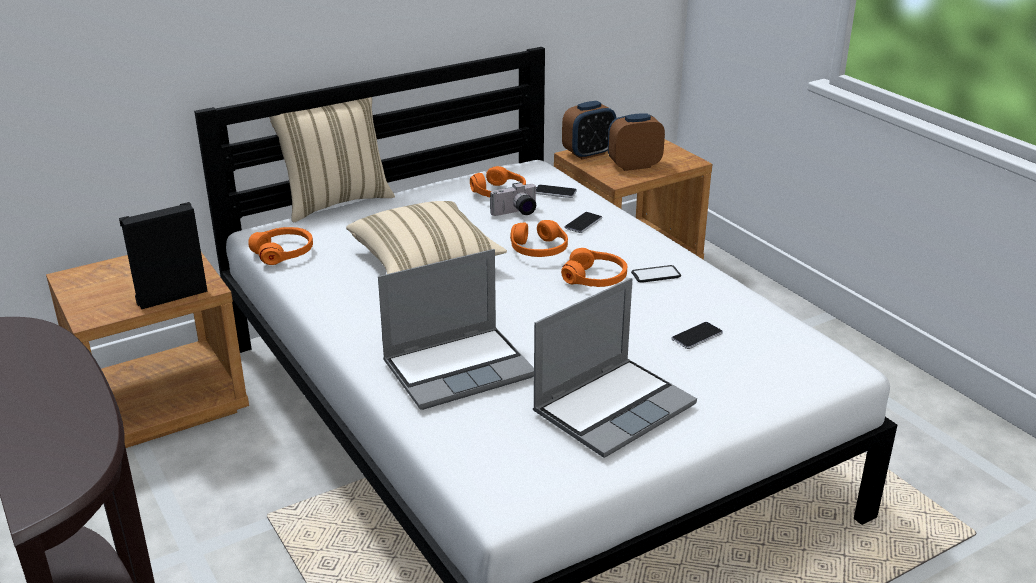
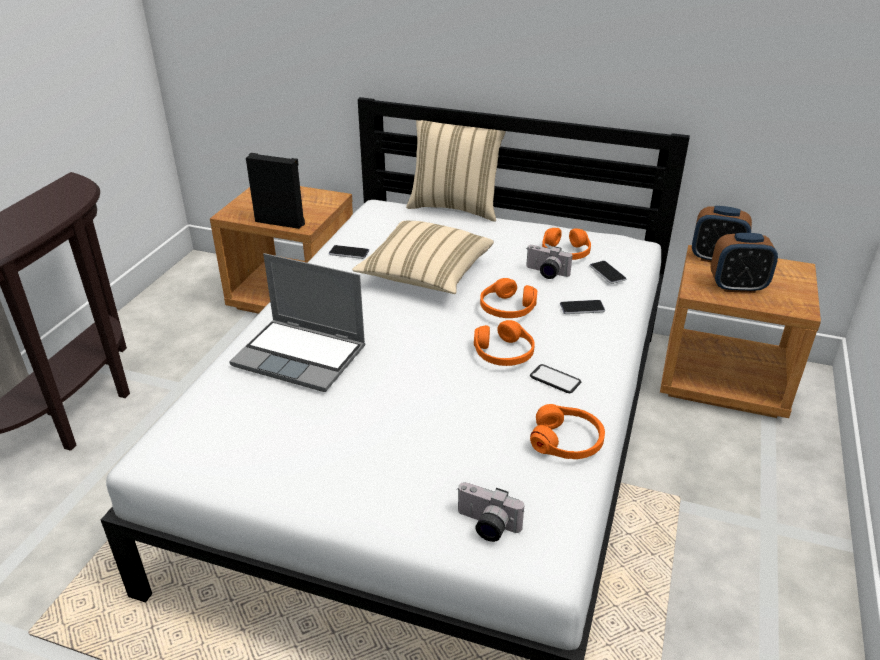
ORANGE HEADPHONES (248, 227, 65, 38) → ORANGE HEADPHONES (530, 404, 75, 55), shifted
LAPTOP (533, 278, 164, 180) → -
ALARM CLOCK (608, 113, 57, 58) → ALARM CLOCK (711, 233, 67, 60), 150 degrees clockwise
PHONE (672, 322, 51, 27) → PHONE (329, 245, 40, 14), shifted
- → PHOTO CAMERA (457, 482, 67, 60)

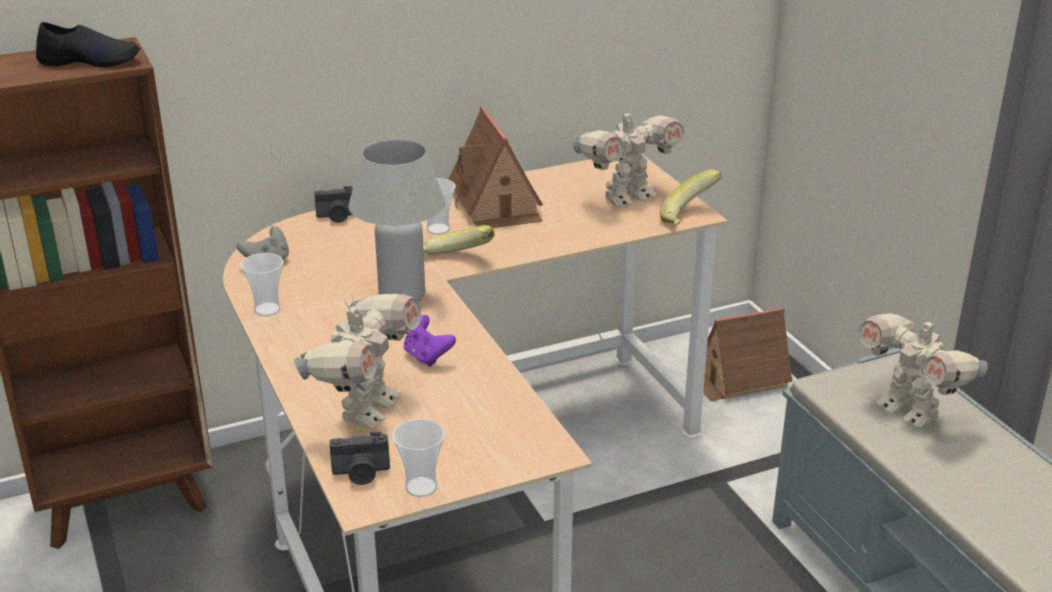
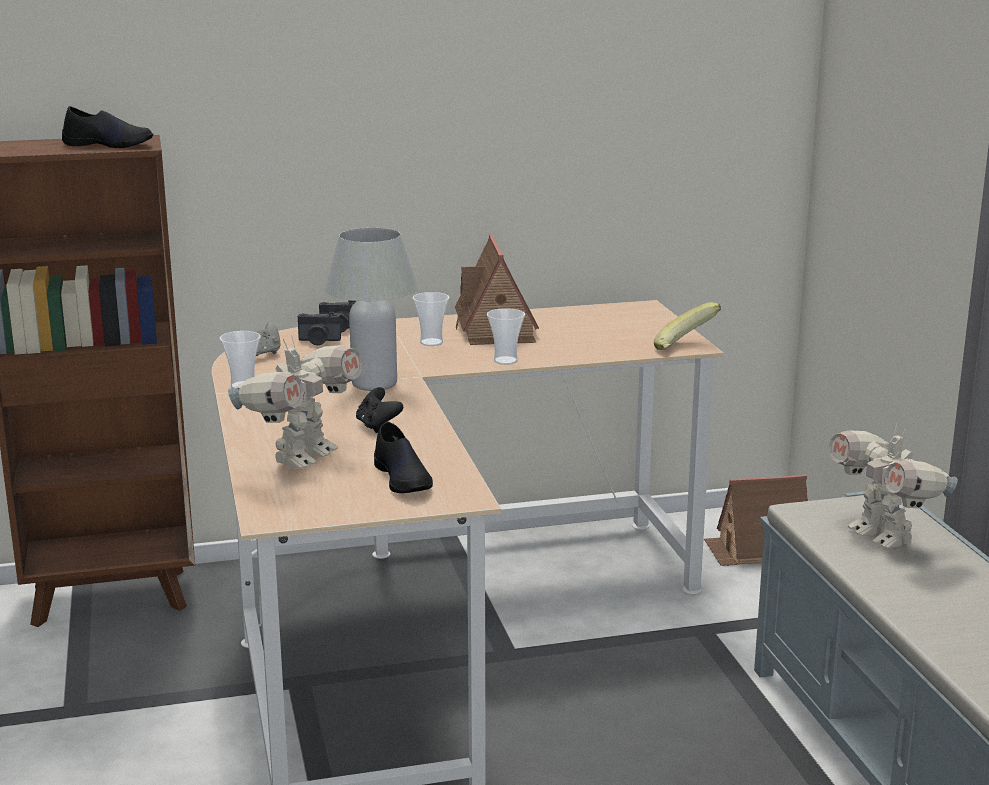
PHOTO CAMERA (329, 432, 61, 53) → PHOTO CAMERA (298, 312, 43, 33), shifted
CUP (392, 419, 53, 78) → CUP (487, 308, 38, 57), shifted
PURPLE GAME CONTROLLER (404, 315, 52, 52) → BLACK GAME CONTROLLER (356, 387, 47, 46)
BANANA (423, 225, 72, 29) → -
TOY ROBOT (573, 105, 112, 102) → -
- → BLACK SHOE (374, 421, 59, 72)

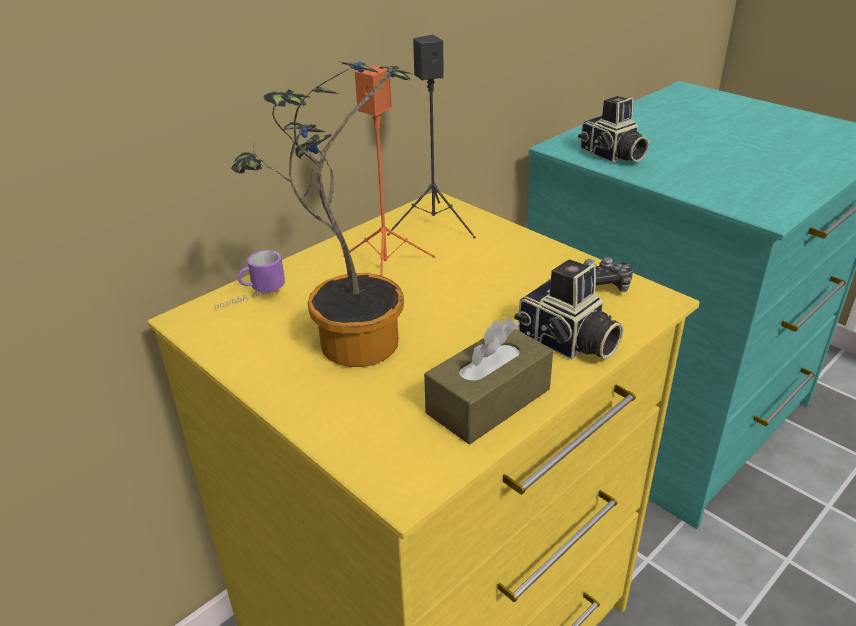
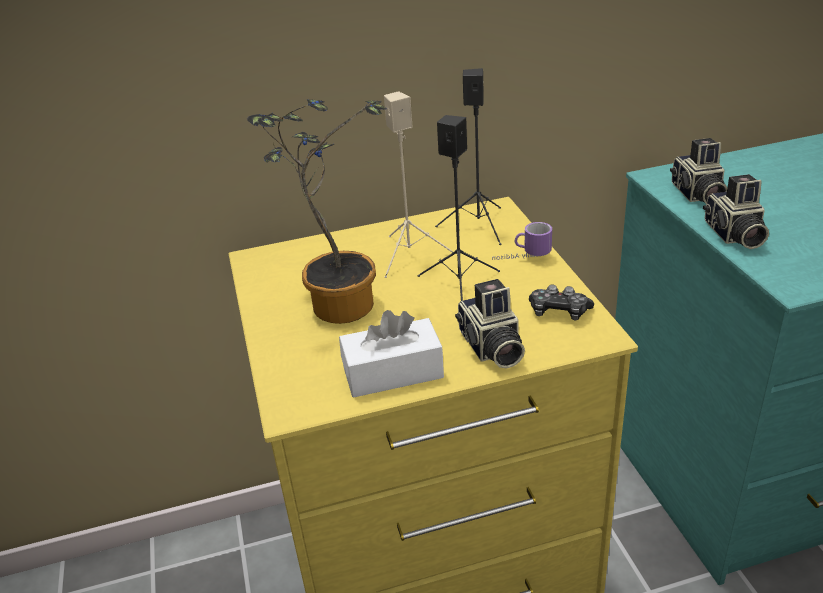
MUG (215, 250, 70, 59) → MUG (492, 222, 60, 38), shifted
ORANGE SPEAKER (343, 65, 92, 211) → BEIGE SPEAKER (384, 91, 69, 187)
BROWN TISSUE BOX (424, 318, 129, 126) → WHITE TISSUE BOX (339, 310, 105, 88)
- → BLACK SPEAKER (418, 115, 82, 186)
- → PHOTO CAMERA (703, 174, 66, 75)

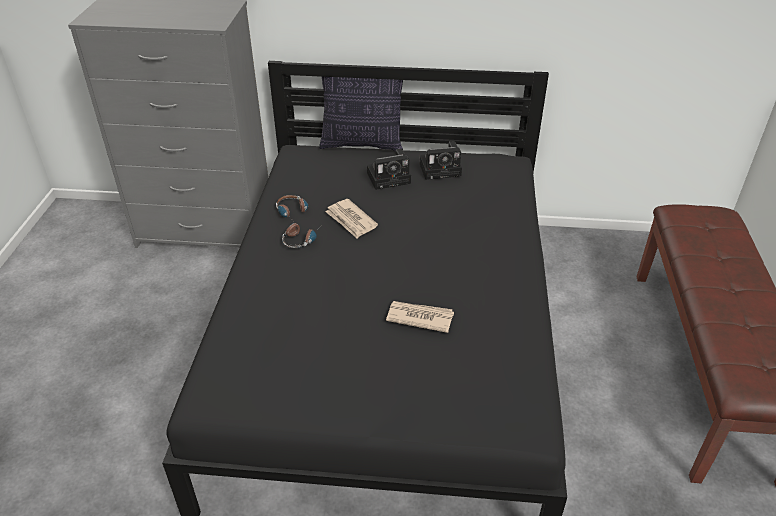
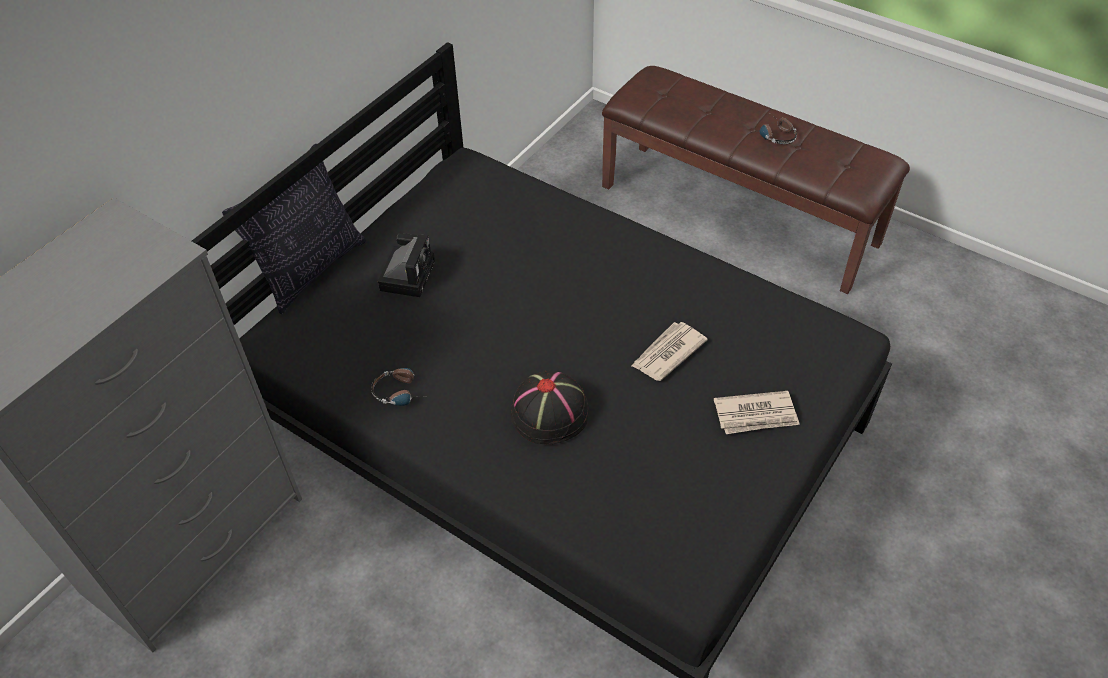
HEADPHONES (282, 223, 35, 25) → HEADPHONES (760, 115, 37, 29), shifted
NEWSPAPER (325, 199, 53, 39) → NEWSPAPER (714, 391, 86, 43), shifted
PHOTO CAMERA (419, 141, 43, 39) → -
- → BLACK HAT (511, 370, 78, 75)

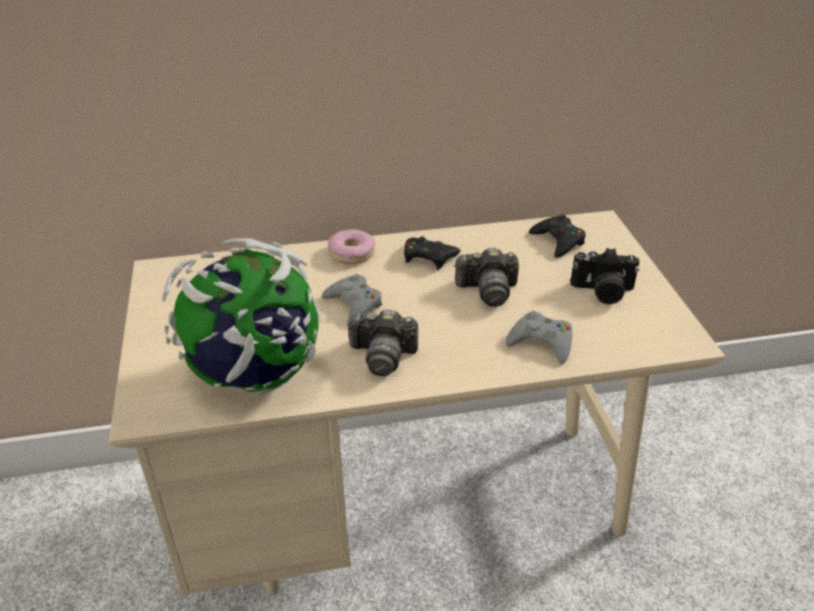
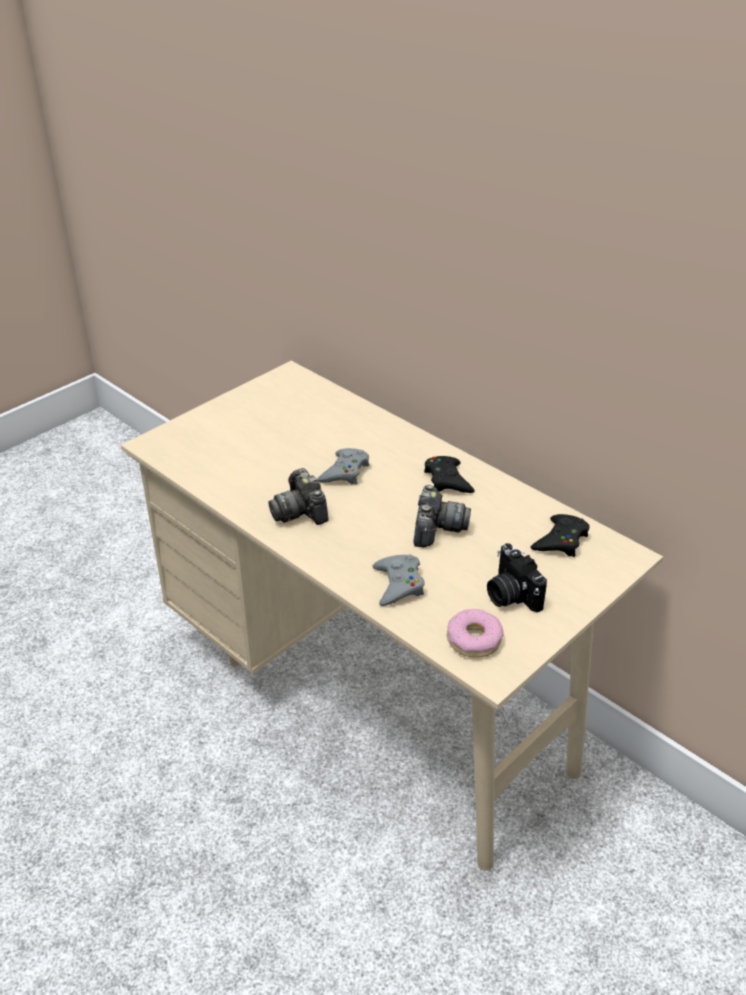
GLOBE (162, 238, 160, 157) → -
DONUT (328, 229, 47, 35) → DONUT (447, 609, 57, 49), shifted
PHOTO CAMERA (454, 247, 65, 60) → PHOTO CAMERA (413, 485, 58, 62), 135 degrees counterclockwise

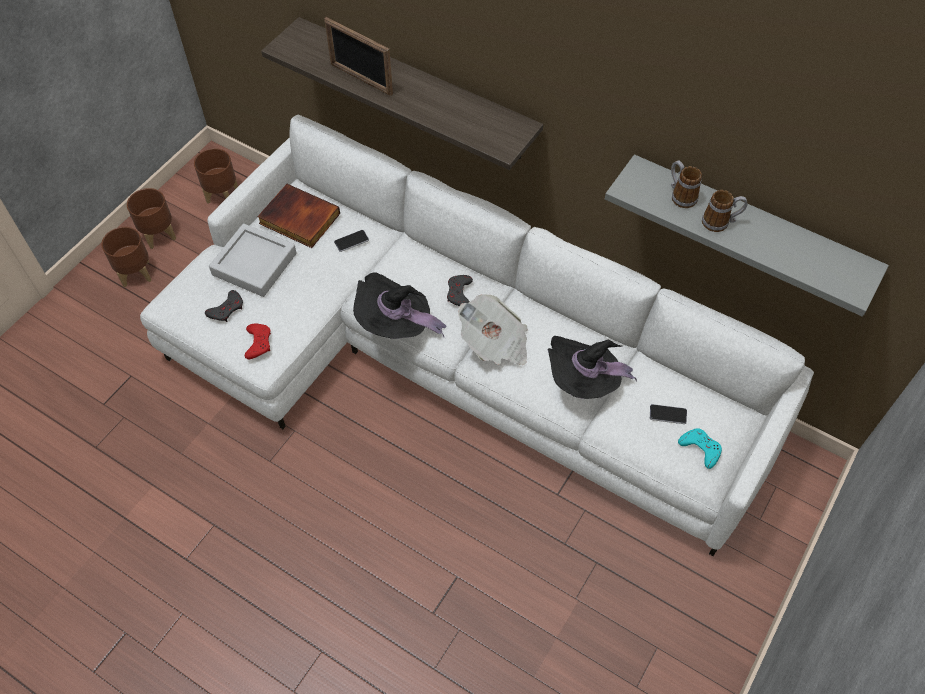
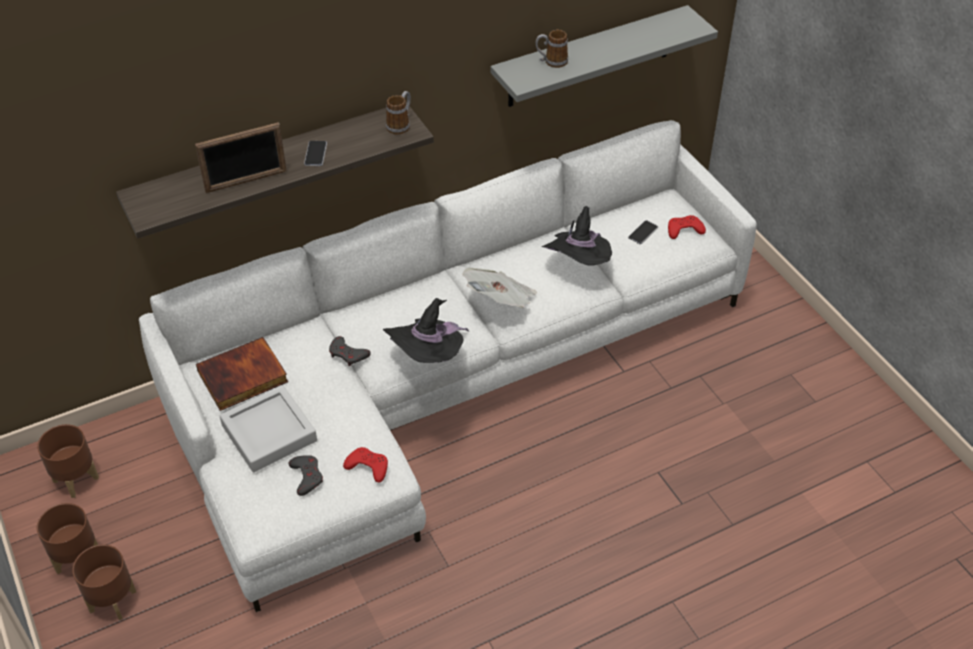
PHONE (334, 230, 35, 22) → PHONE (304, 141, 23, 25), shifted
GREY GAME CONTROLLER (447, 275, 26, 32) → GREY GAME CONTROLLER (329, 336, 42, 30), shifted
TURQUOISE GAME CONTROLLER (678, 428, 44, 41) → RED GAME CONTROLLER (668, 215, 38, 24)
MUG (702, 190, 46, 42) → MUG (386, 91, 25, 44), shifted

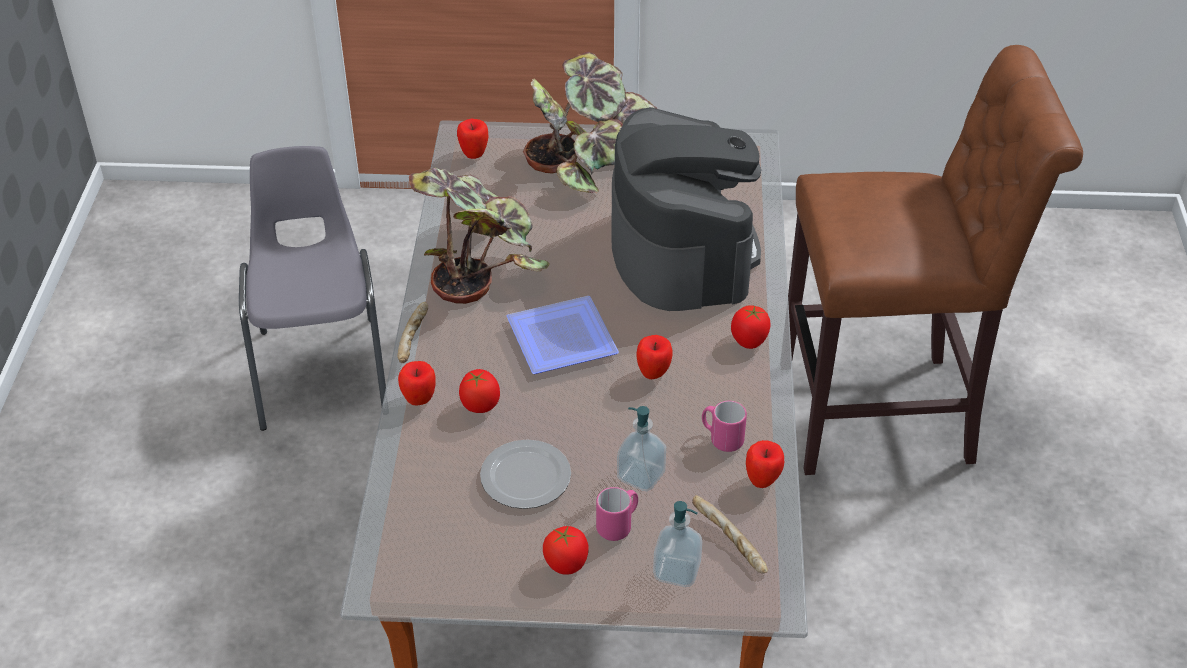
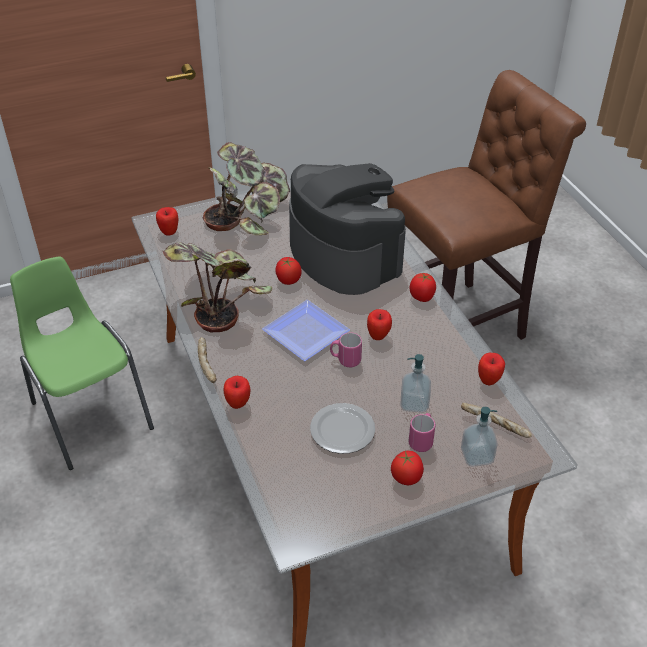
GREY CHAIR (239, 146, 147, 285) → GREEN CHAIR (10, 256, 144, 214)
TOMATO (459, 369, 41, 44) → TOMATO (275, 257, 27, 28), shifted
PINK MUG (702, 401, 45, 51) → PINK MUG (330, 333, 32, 34), shifted

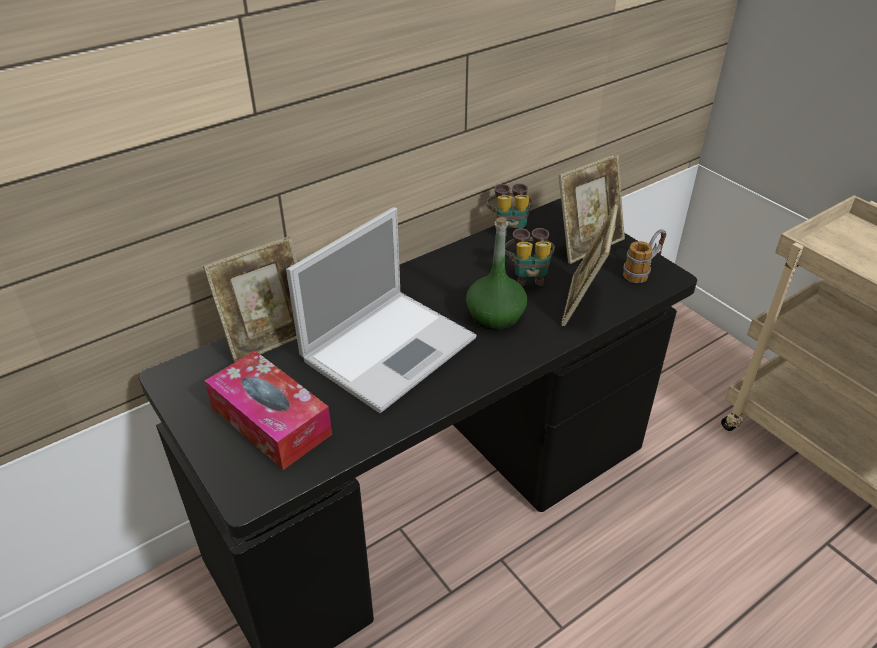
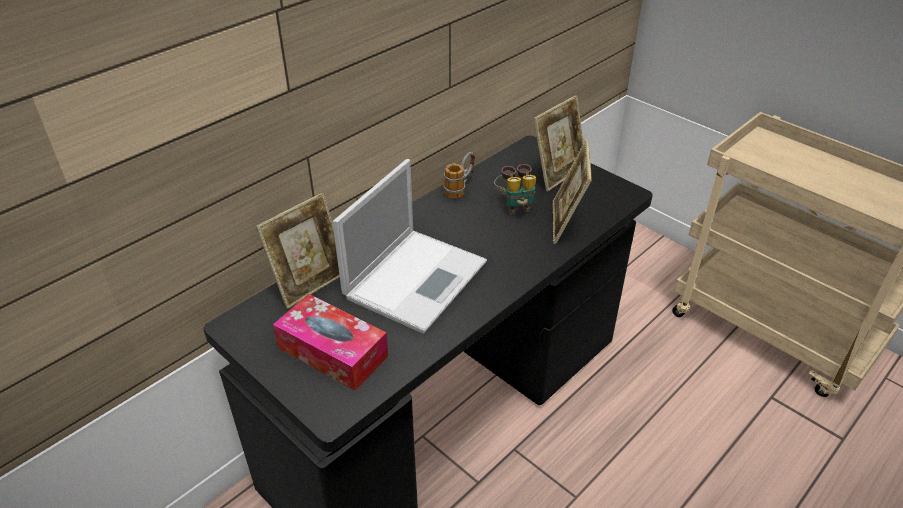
GREEN BOTTLE (466, 217, 61, 113) → -
BINOCULARS (486, 183, 47, 53) → -
MUG (623, 229, 43, 54) → MUG (443, 152, 32, 46), shifted

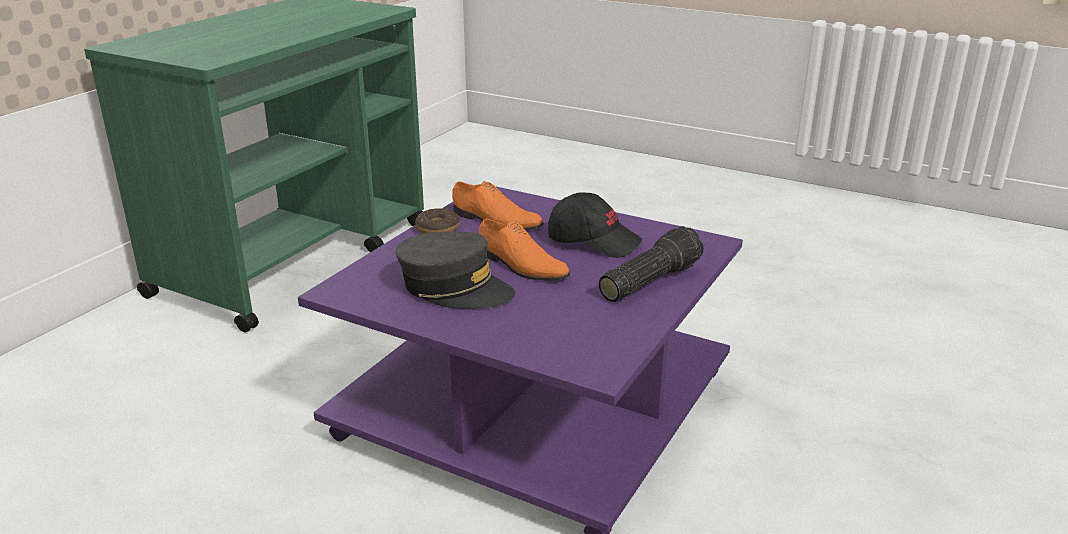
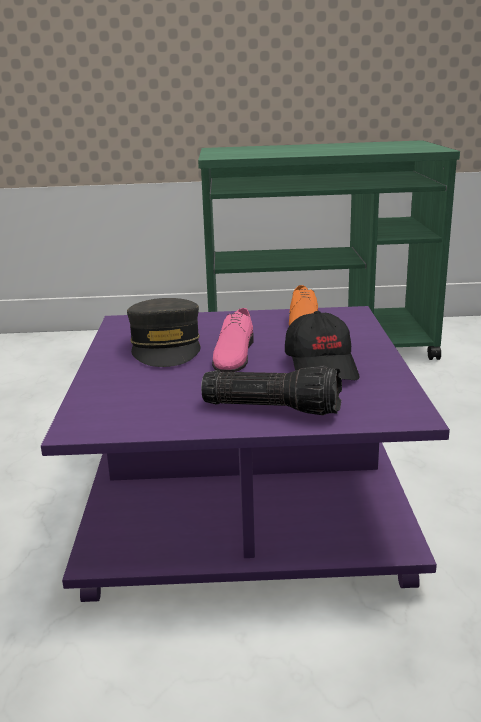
DONUT (415, 208, 45, 26) → -
ORANGE SHOE (479, 219, 91, 62) → PINK SHOE (212, 308, 42, 64)

